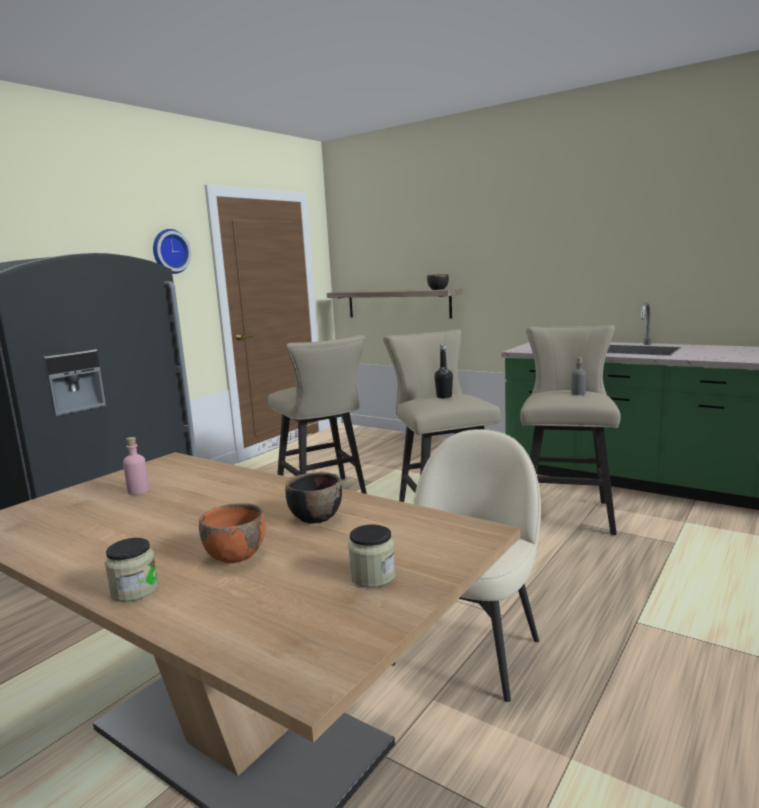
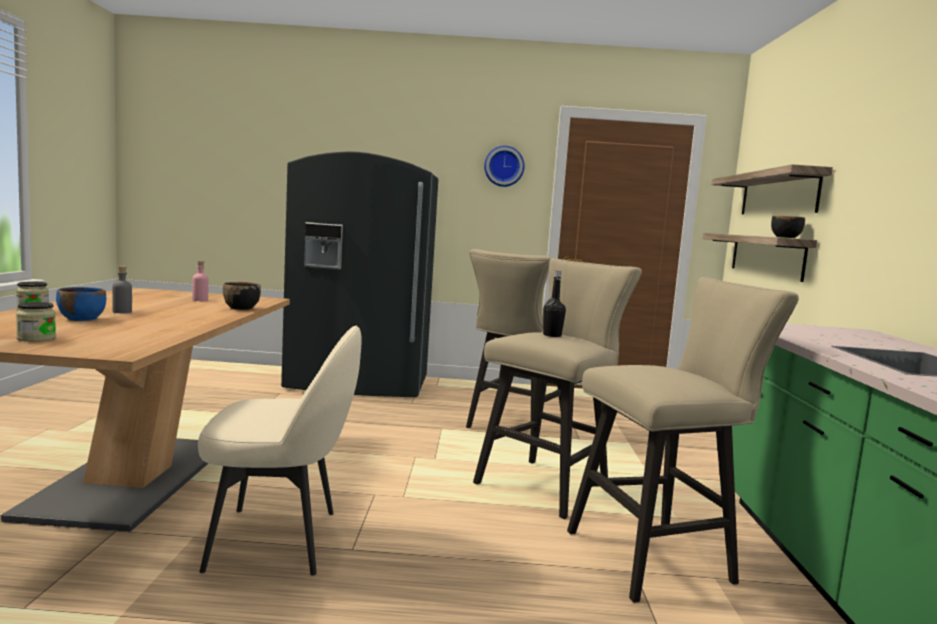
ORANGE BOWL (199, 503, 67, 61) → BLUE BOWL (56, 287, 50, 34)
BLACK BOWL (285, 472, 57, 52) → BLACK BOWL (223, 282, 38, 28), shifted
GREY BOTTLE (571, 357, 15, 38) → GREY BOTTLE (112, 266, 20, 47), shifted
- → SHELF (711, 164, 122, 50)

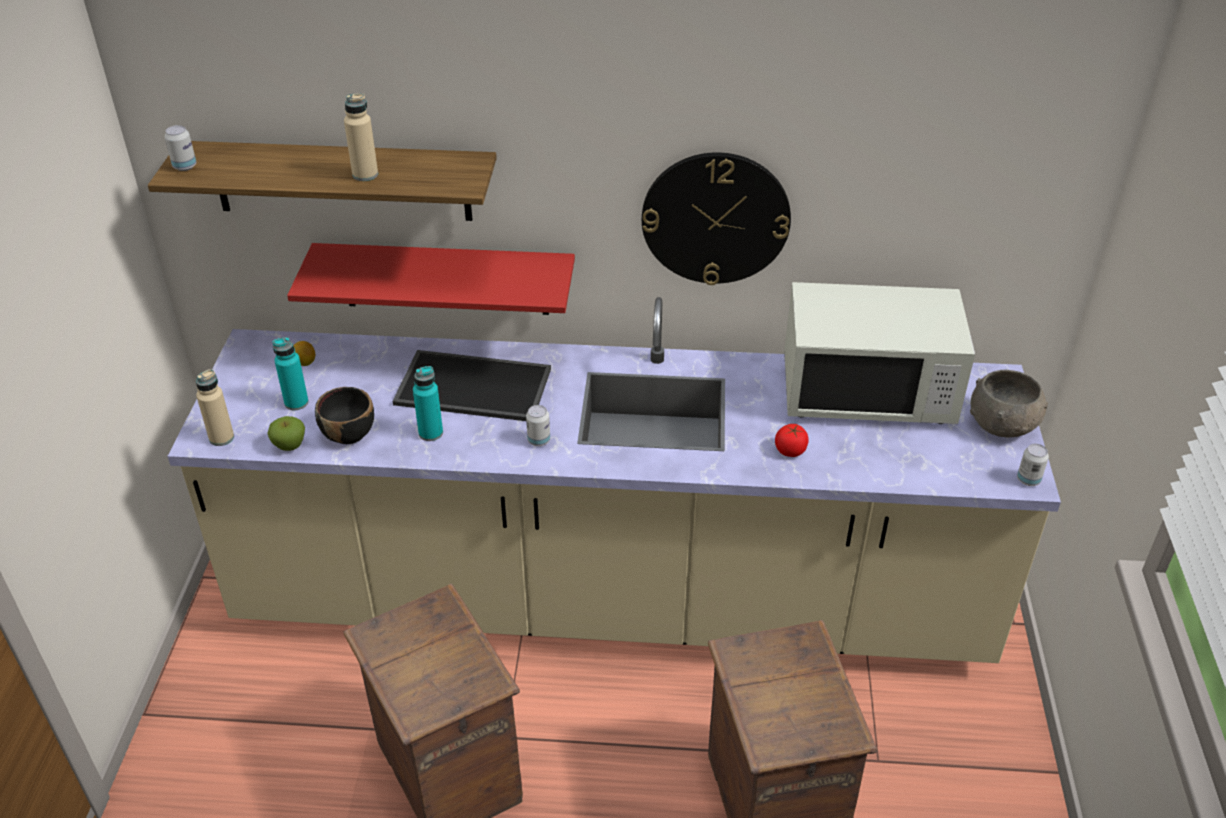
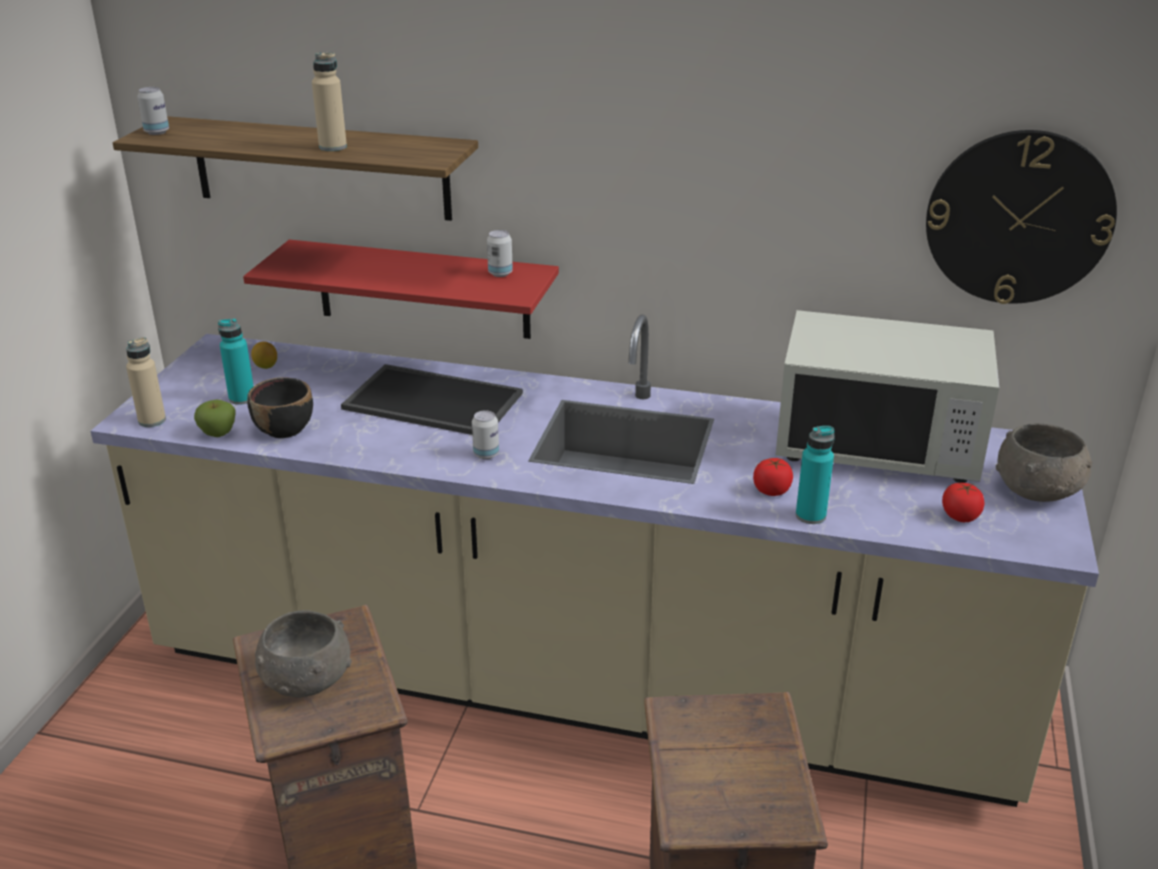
TURQUOISE BOTTLE (413, 366, 30, 75) → TURQUOISE BOTTLE (796, 426, 39, 98), shifted
WALL CLOCK (642, 152, 149, 133) → WALL CLOCK (926, 130, 191, 174), shifted
CAN (1017, 444, 32, 42) → CAN (487, 230, 26, 47), shifted
- → GREY BOWL (255, 610, 97, 87)
- → TOMATO (942, 483, 42, 39)

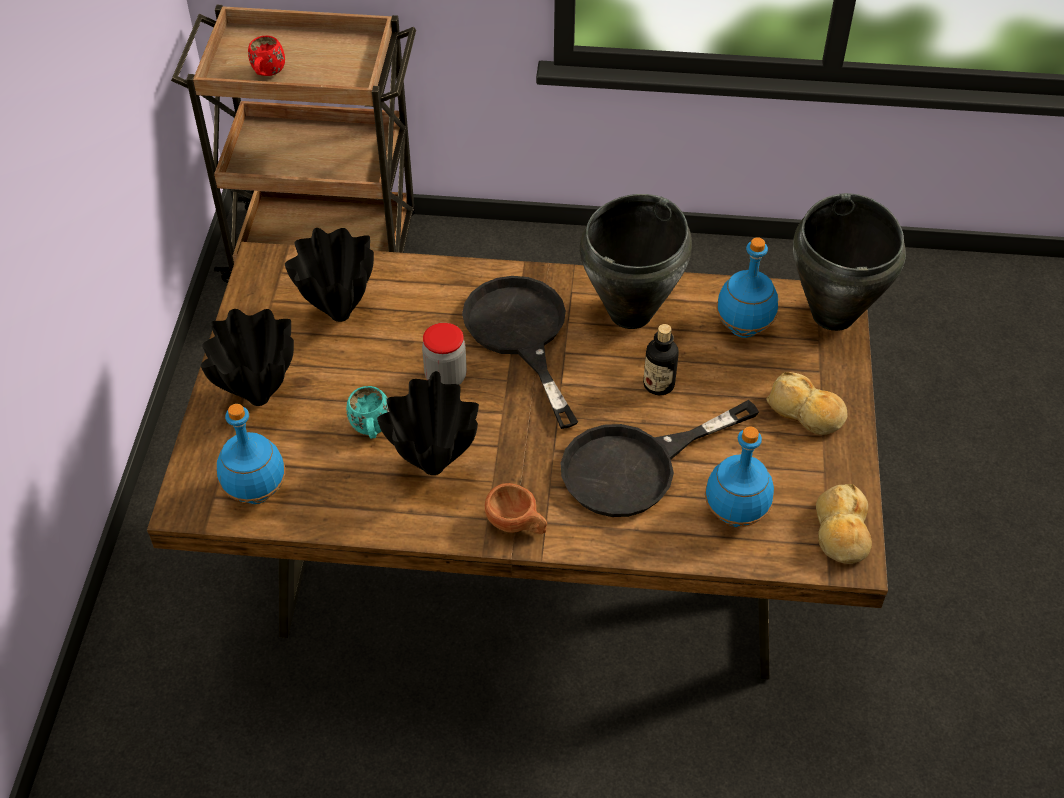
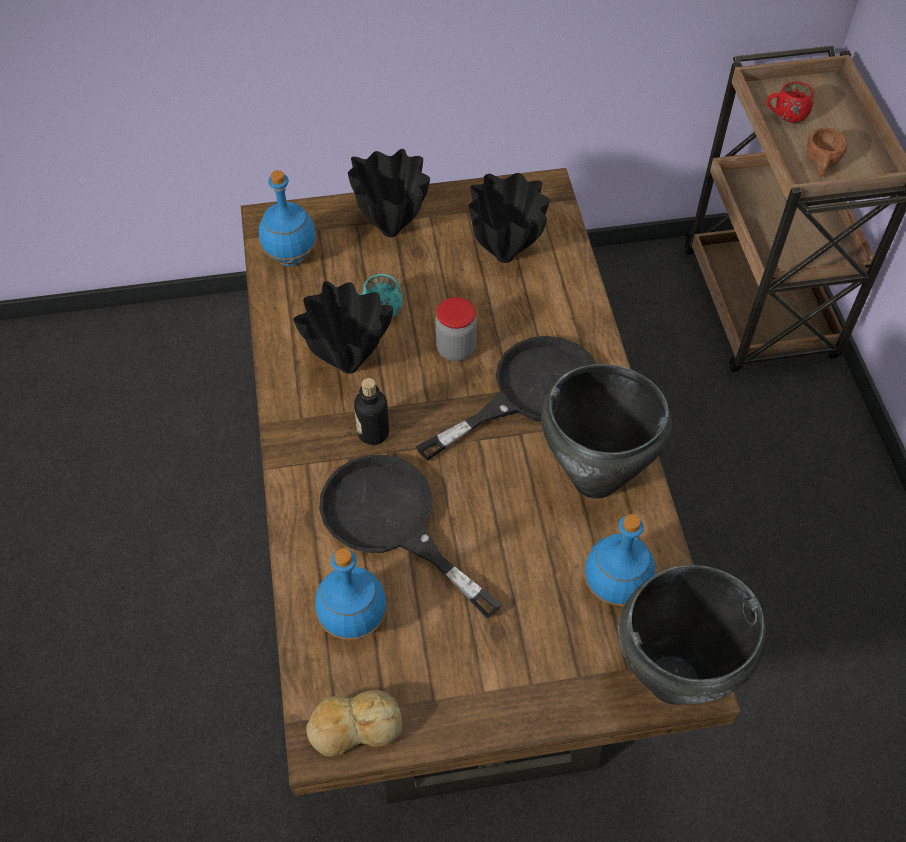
BROWN CUP (485, 483, 62, 51) → BROWN CUP (807, 128, 40, 49), shifted
BOTTLE (643, 324, 36, 71) → BOTTLE (354, 378, 35, 67), shifted
BREAD (766, 372, 81, 63) → -

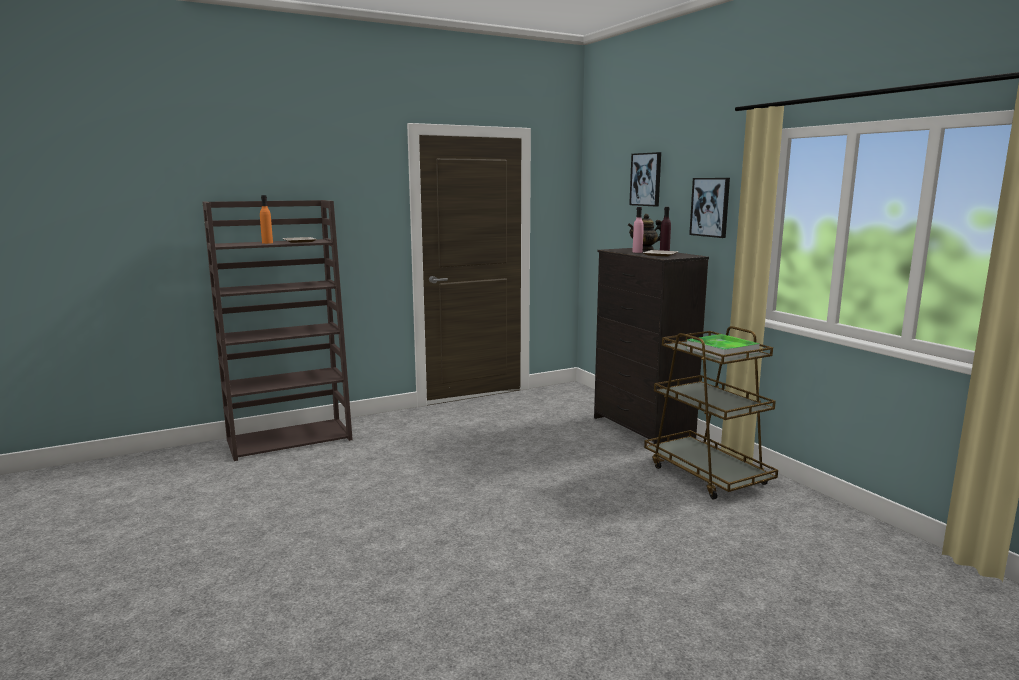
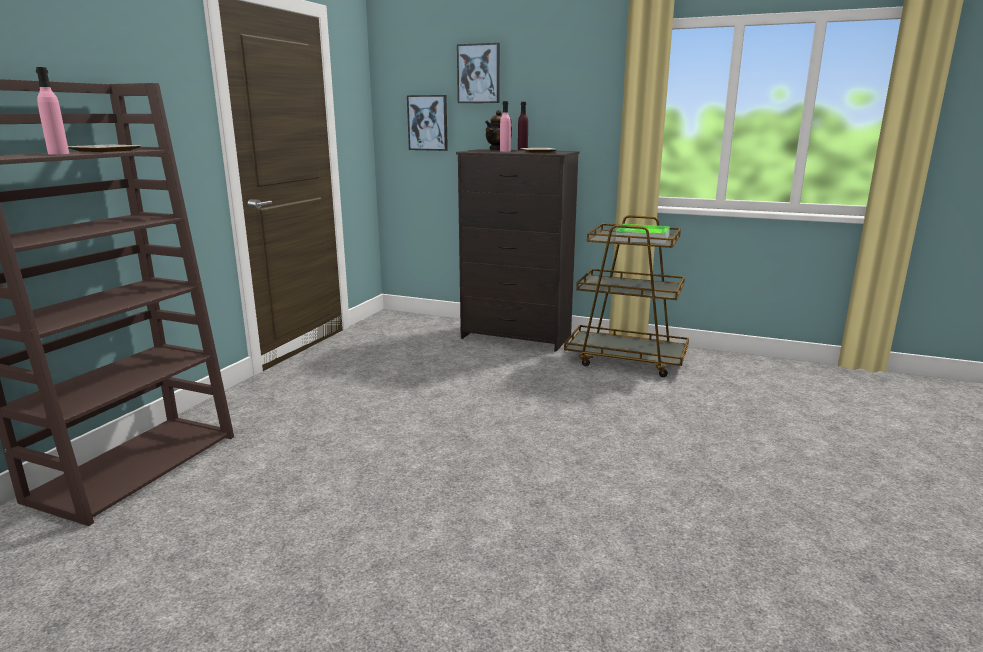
ORANGE BOTTLE (260, 195, 13, 49) → PINK BOTTLE (36, 67, 33, 87)
PICTURE (689, 178, 41, 60) → PICTURE (407, 95, 41, 56), shifted

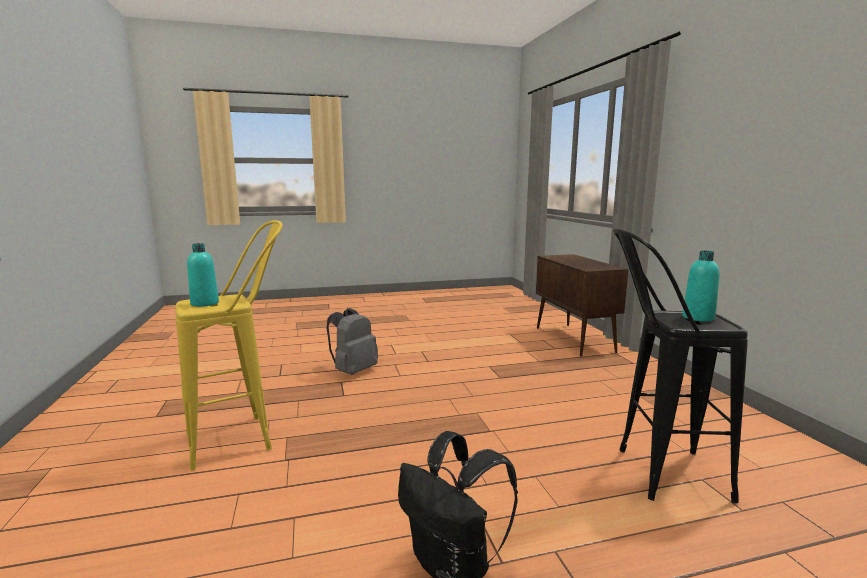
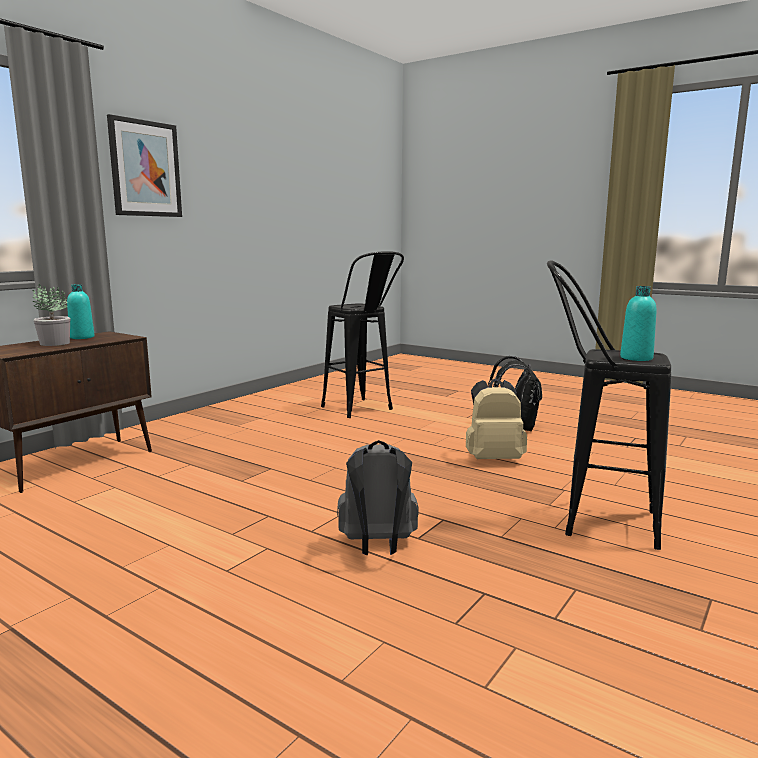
YELLOW STOOL (175, 220, 108, 251) → BLACK STOOL (547, 260, 124, 290)
TURQUOISE BOTTLE (682, 251, 38, 71) → TURQUOISE BOTTLE (67, 284, 27, 55), shifted
- → POTTED PLANT (32, 284, 38, 62)
- → PICTURE (107, 114, 75, 103)
- → BEIGE BACKPACK (466, 378, 61, 81)

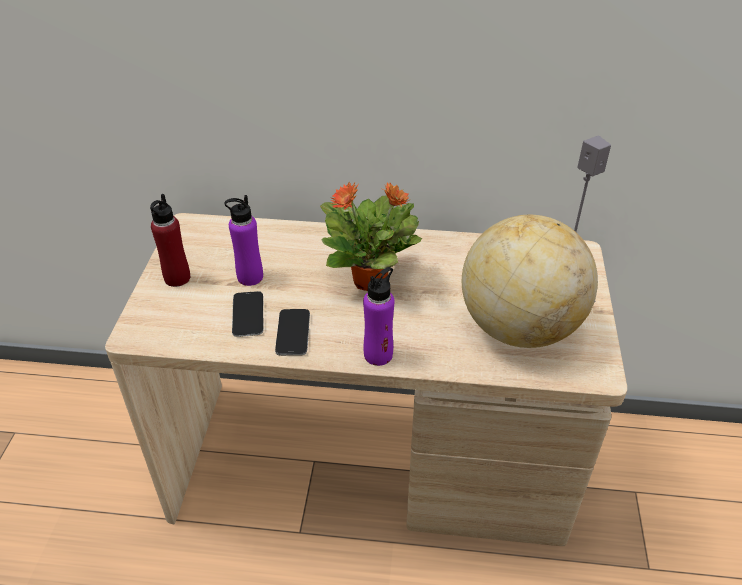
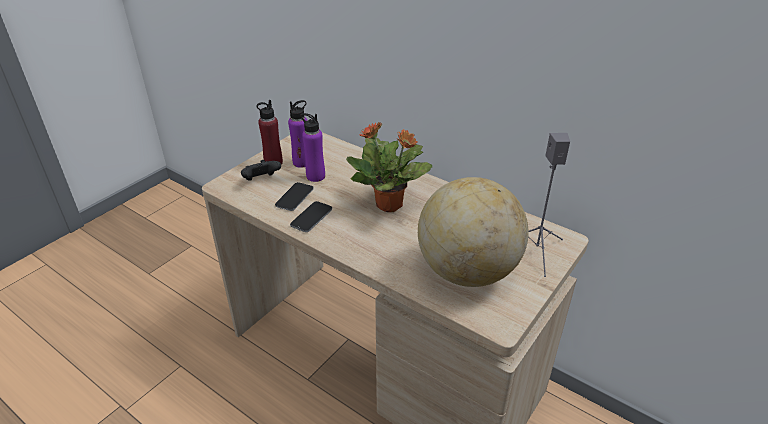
PURPLE BOTTLE (363, 267, 32, 99) → PURPLE BOTTLE (288, 100, 19, 68), shifted
- → BLACK GAME CONTROLLER (241, 160, 40, 21)

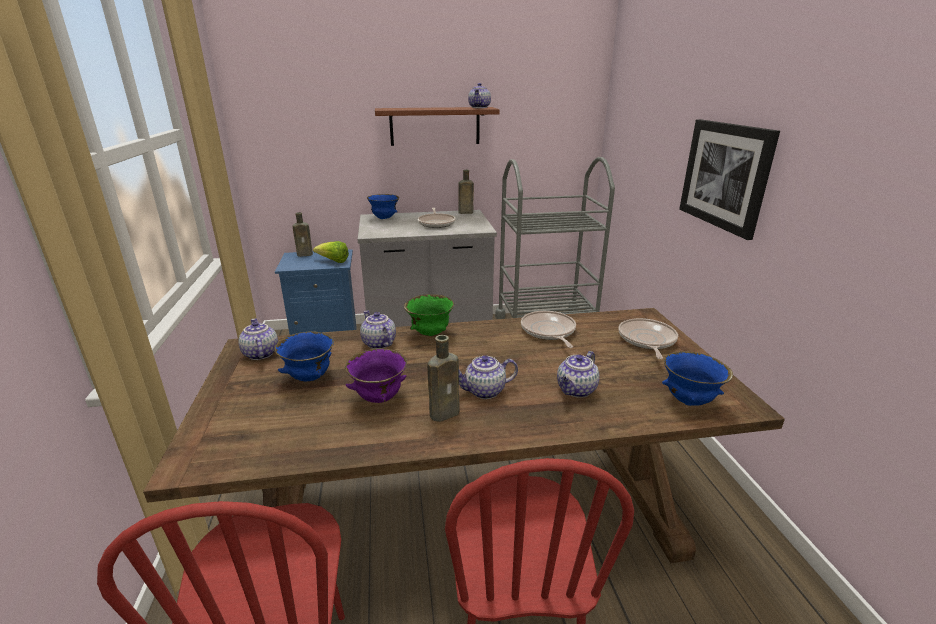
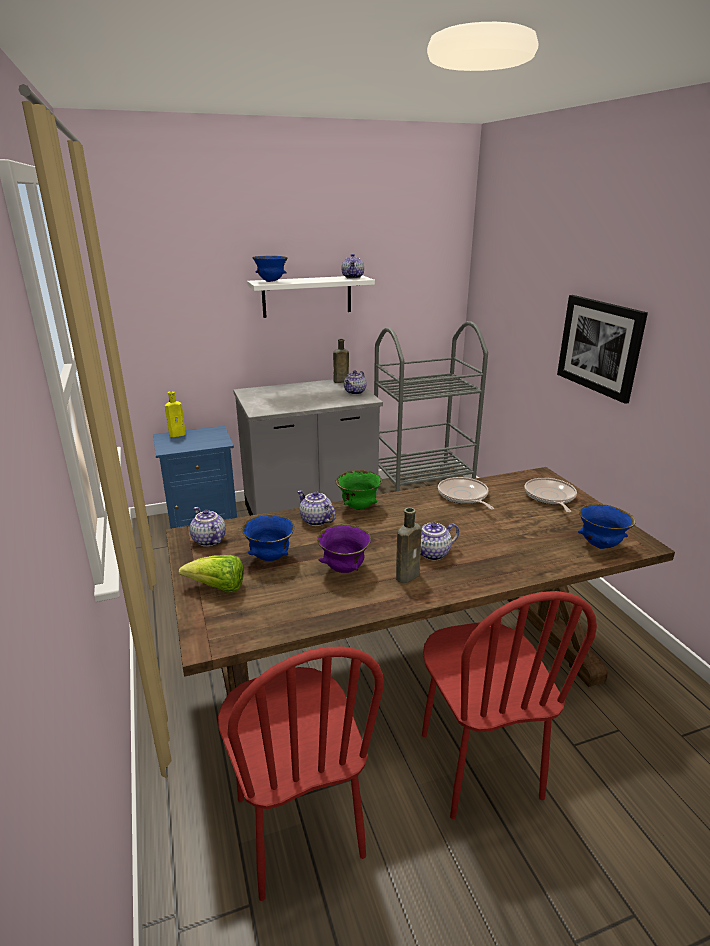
BROWN BOTTLE (293, 212, 20, 45) → YELLOW BOTTLE (165, 391, 21, 46)
LETTUCE (313, 241, 36, 22) → LETTUCE (179, 555, 65, 37), shifted
BLUE BOWL (367, 194, 32, 25) → BLUE BOWL (252, 256, 36, 26), shifted
BROWN SHELF (375, 107, 125, 39) → WHITE SHELF (247, 275, 128, 43)
FRYING PAN (418, 208, 38, 20) → -
TEAPOT (557, 351, 42, 47) → TEAPOT (344, 370, 23, 25), shifted

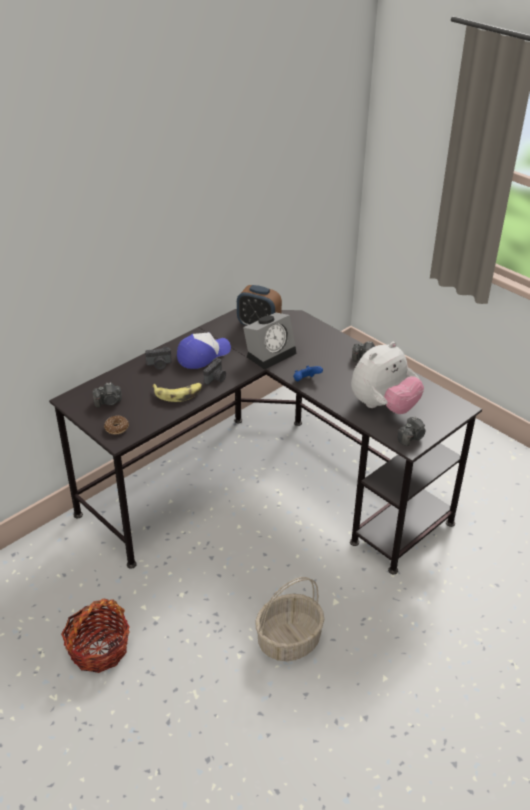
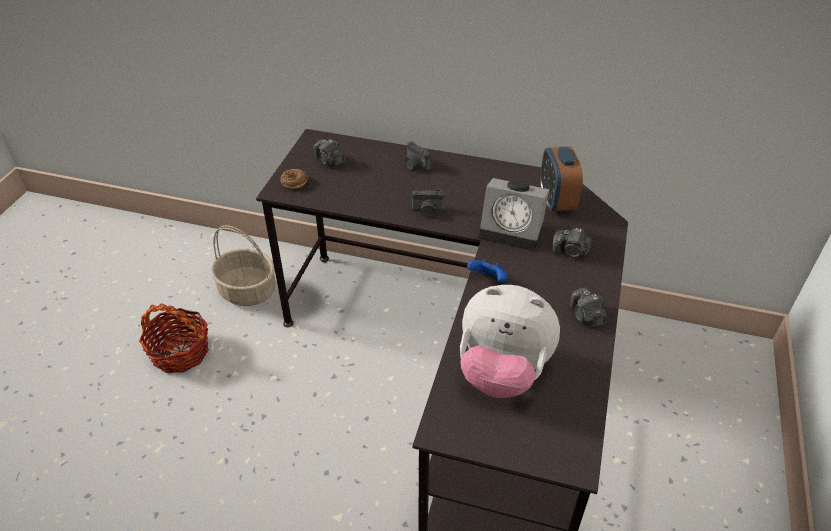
BANANA (152, 383, 50, 19) → -
CAP (177, 332, 54, 37) → -
BASKET (255, 577, 69, 84) → BASKET (210, 225, 66, 81), shifted
PHOTO CAMERA (398, 417, 27, 29) → PHOTO CAMERA (552, 228, 40, 30), shifted

